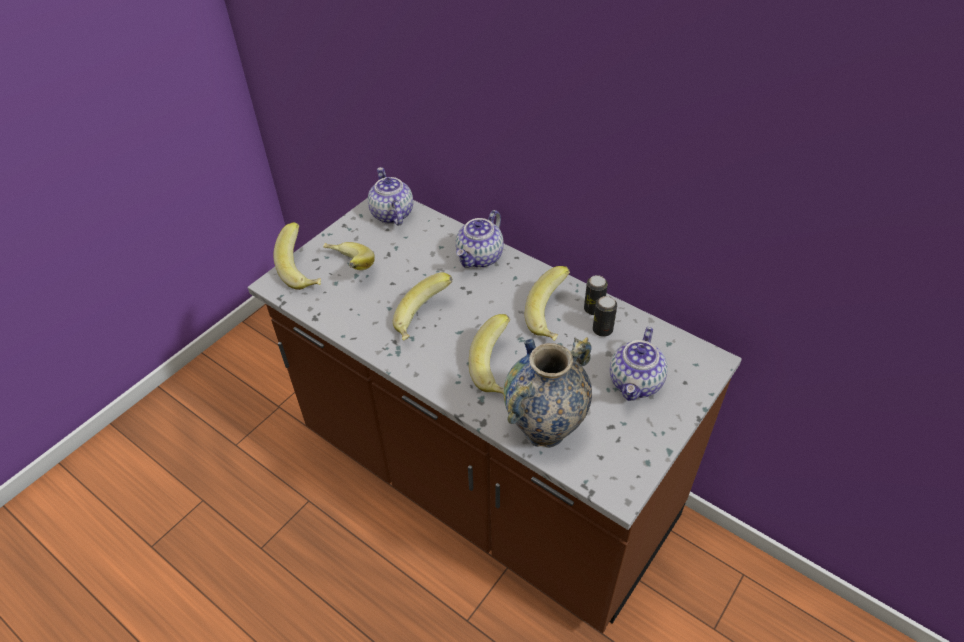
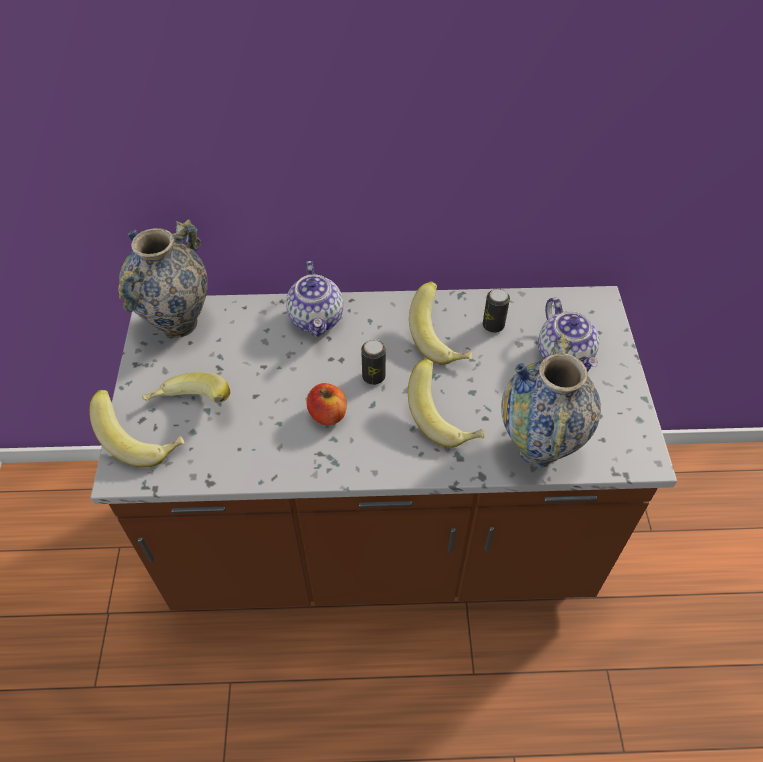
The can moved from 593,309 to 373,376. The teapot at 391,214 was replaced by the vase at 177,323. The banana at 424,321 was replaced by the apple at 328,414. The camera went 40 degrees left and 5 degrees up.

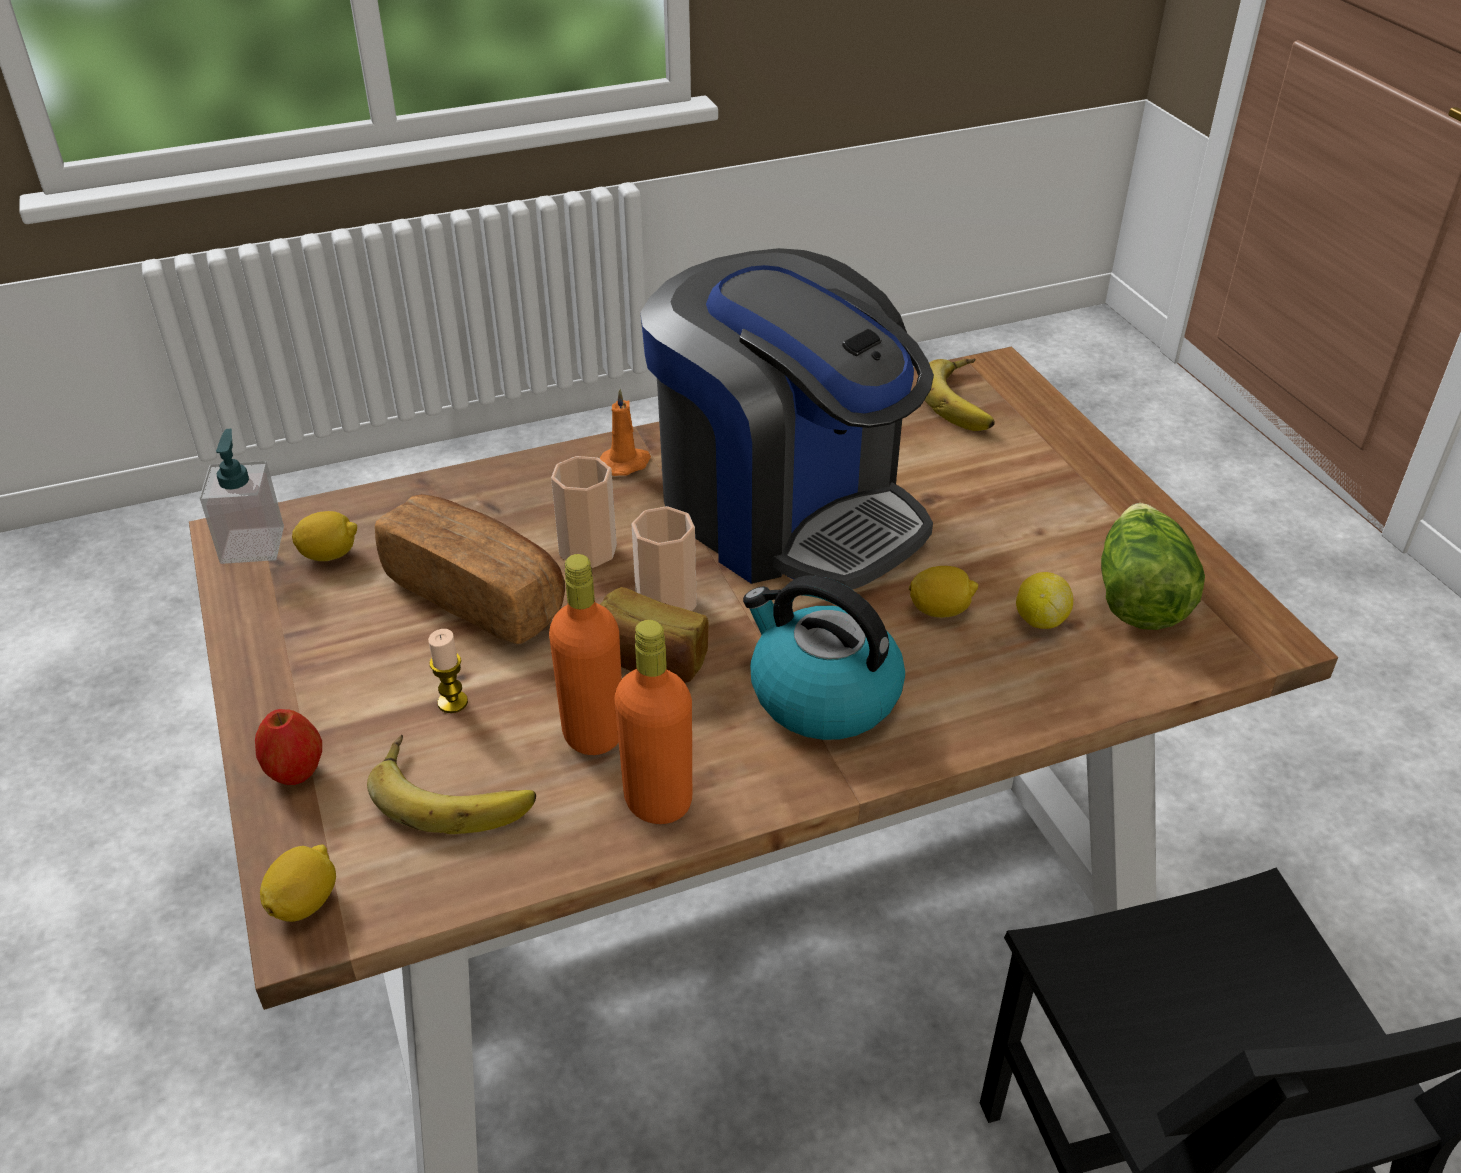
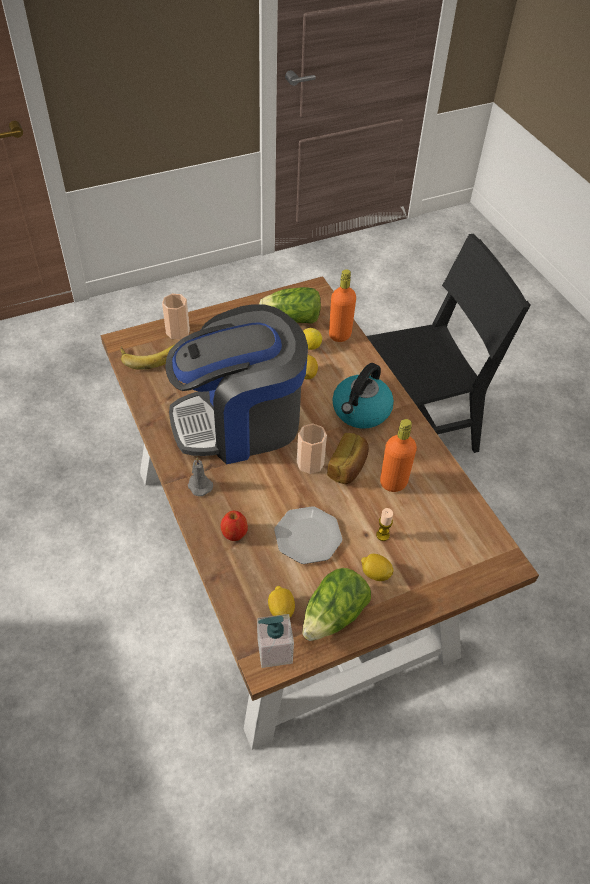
The banana at 455,791 disappeared. The lettuce at 334,615 appeared. The apple moved from 295,771 to 234,534. The lemon moved from 305,902 to 375,573. The cup moved from 588,550 to 177,331. The orange bottle moved from 658,801 to 340,335. The bread at 478,594 was replaced by the plate at 308,536. The orange candle at 626,463 became the grey candle at 199,485. The coffee machine at 785,511 turned 150 degrees counterclockwise. The camera went 95 degrees left and 10 degrees up.

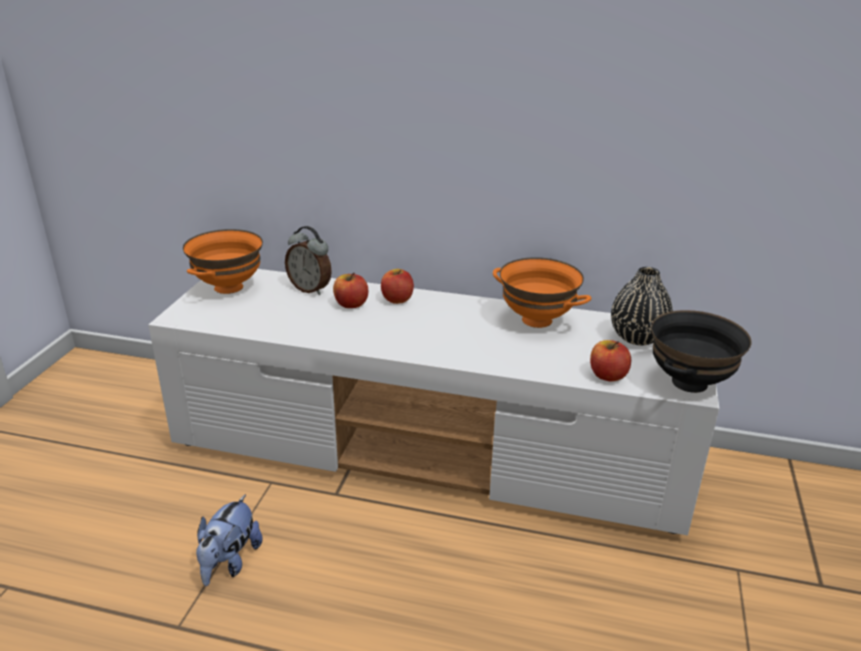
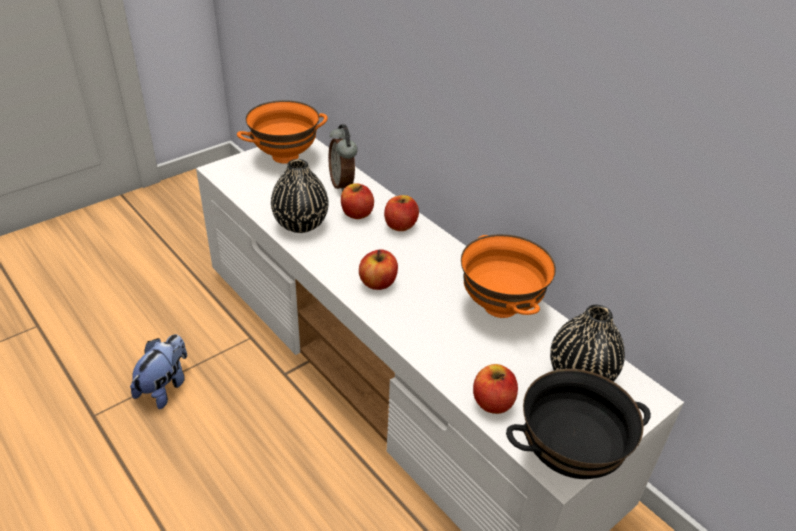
The black vase at 301,224 appeared. The apple at 378,283 appeared. The plush toy at 230,562 turned 150 degrees clockwise. The camera went 35 degrees right and 10 degrees up.

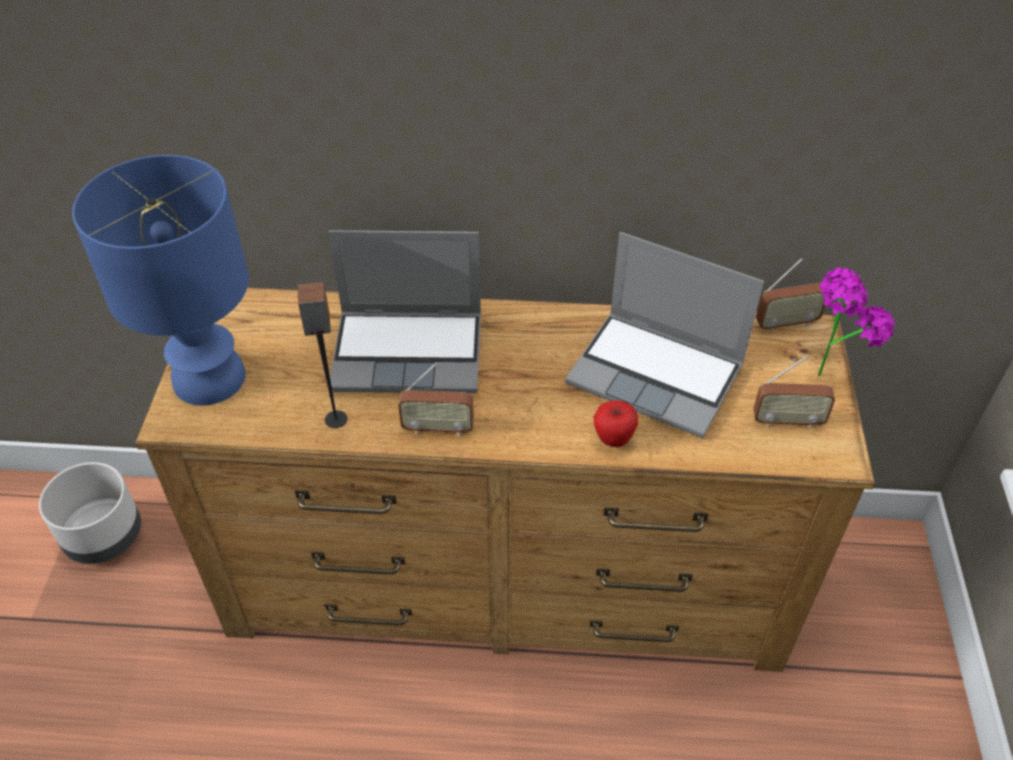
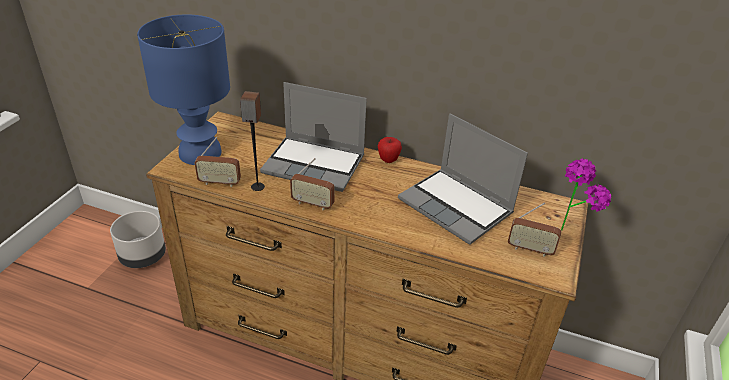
The apple moved from 613,439 to 388,160. The radio moved from 786,323 to 219,182. The camera went 15 degrees right and 10 degrees down.

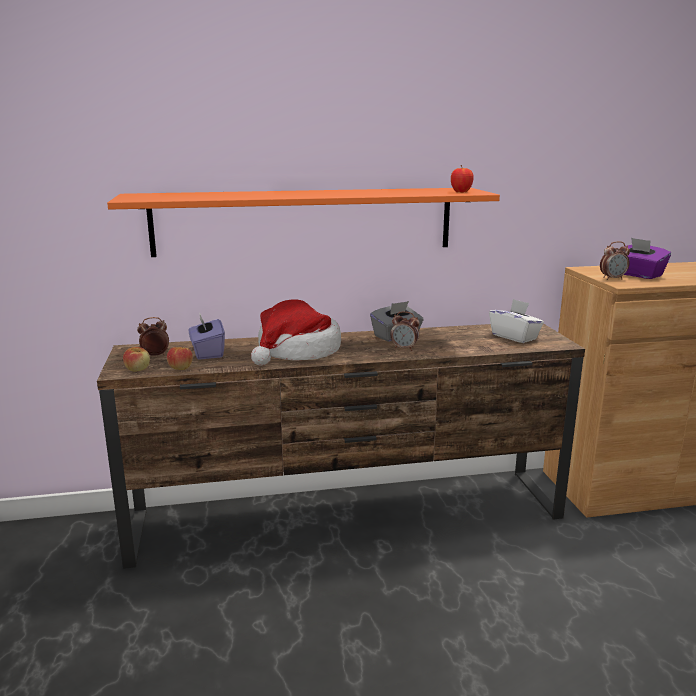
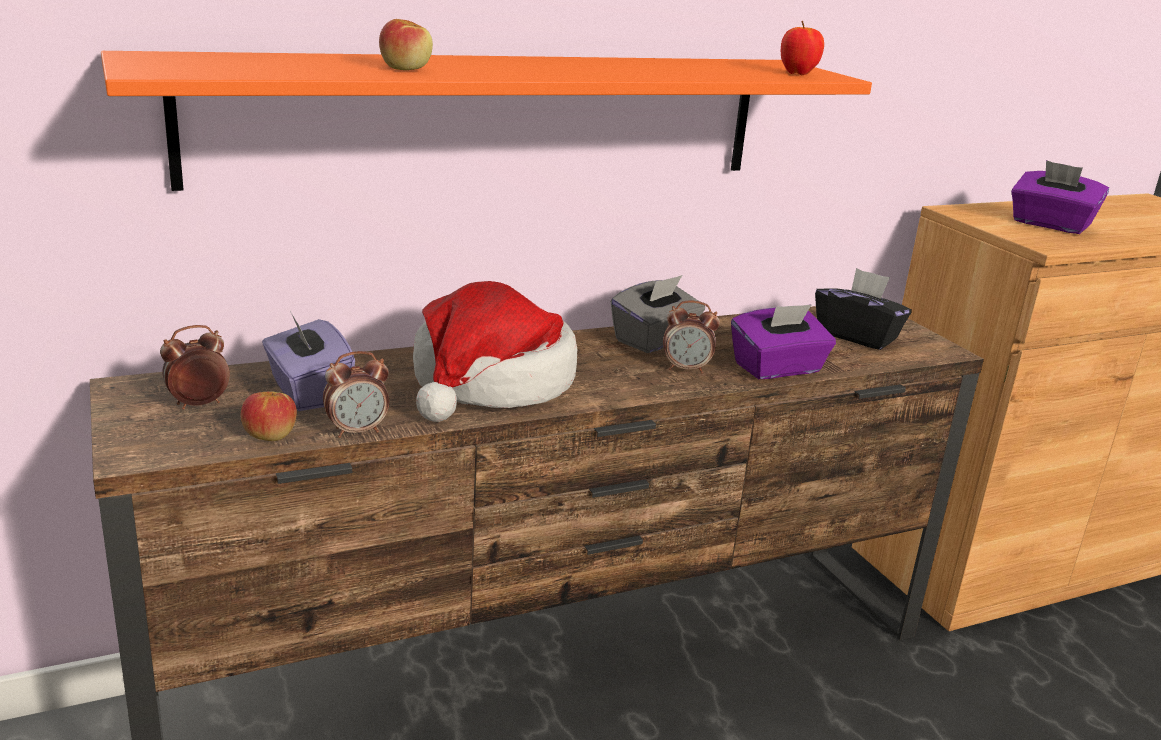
The purple tissue box at 778,369 appeared. The apple moved from 138,369 to 406,68. The alarm clock moved from 612,279 to 357,431. The white tissue box at 514,337 became the black tissue box at 857,336. The camera went 15 degrees left and 5 degrees up.

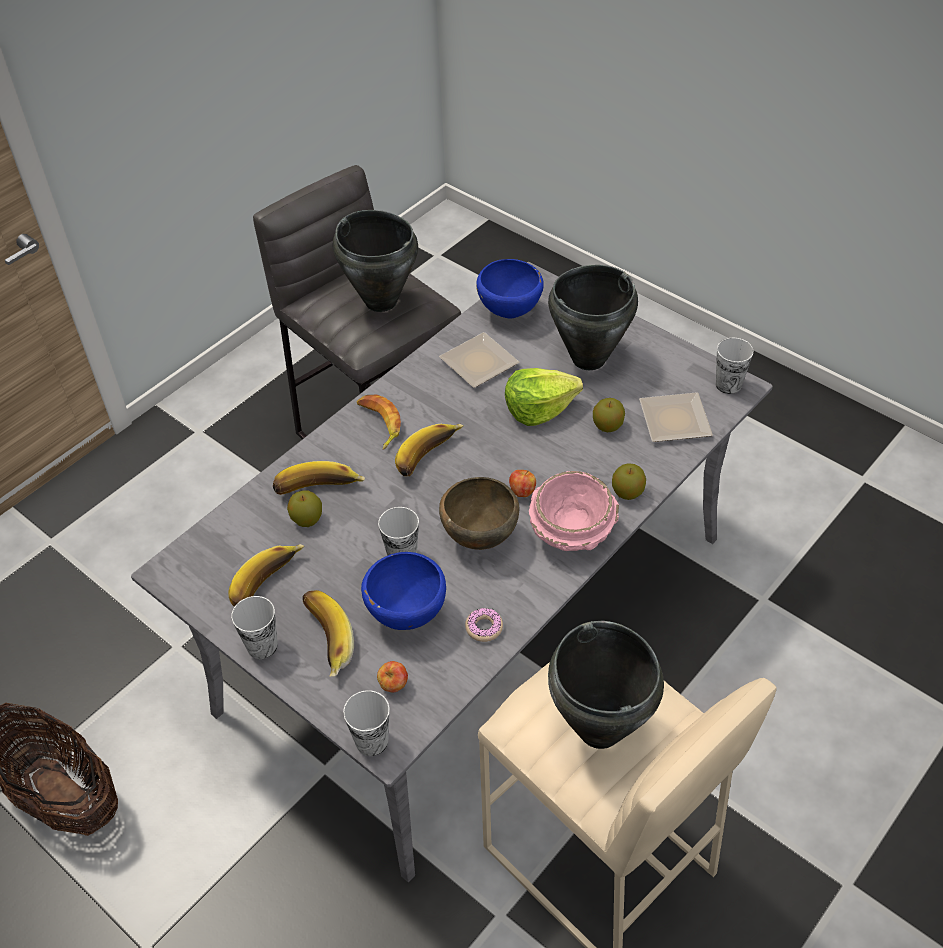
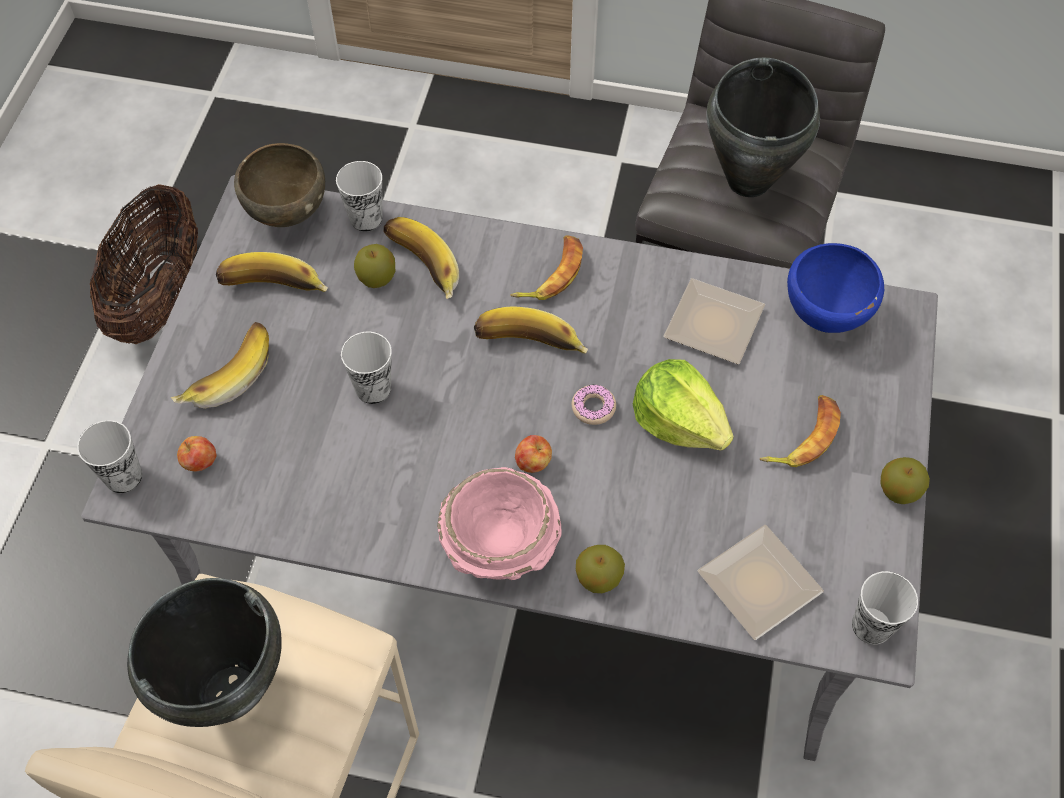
The blue bowl at 406,615 disappeared. The cup moved from 262,646 to 366,218. The brown bowl moved from 479,538 to 287,214. The donut moved from 484,628 to 593,408. The apple moved from 607,426 to 898,491. The black cooking pot at 588,358 was replaced by the banana at 803,437. The camera went 60 degrees right and 10 degrees up.

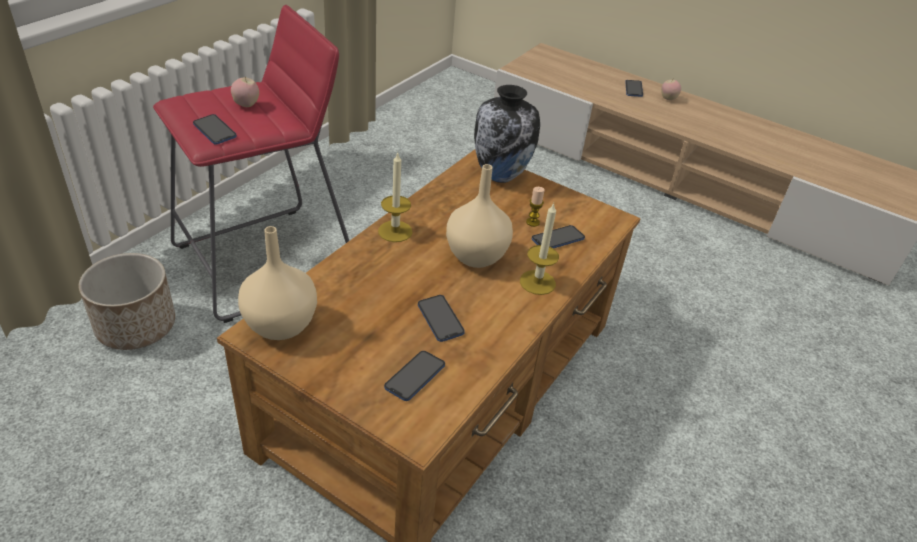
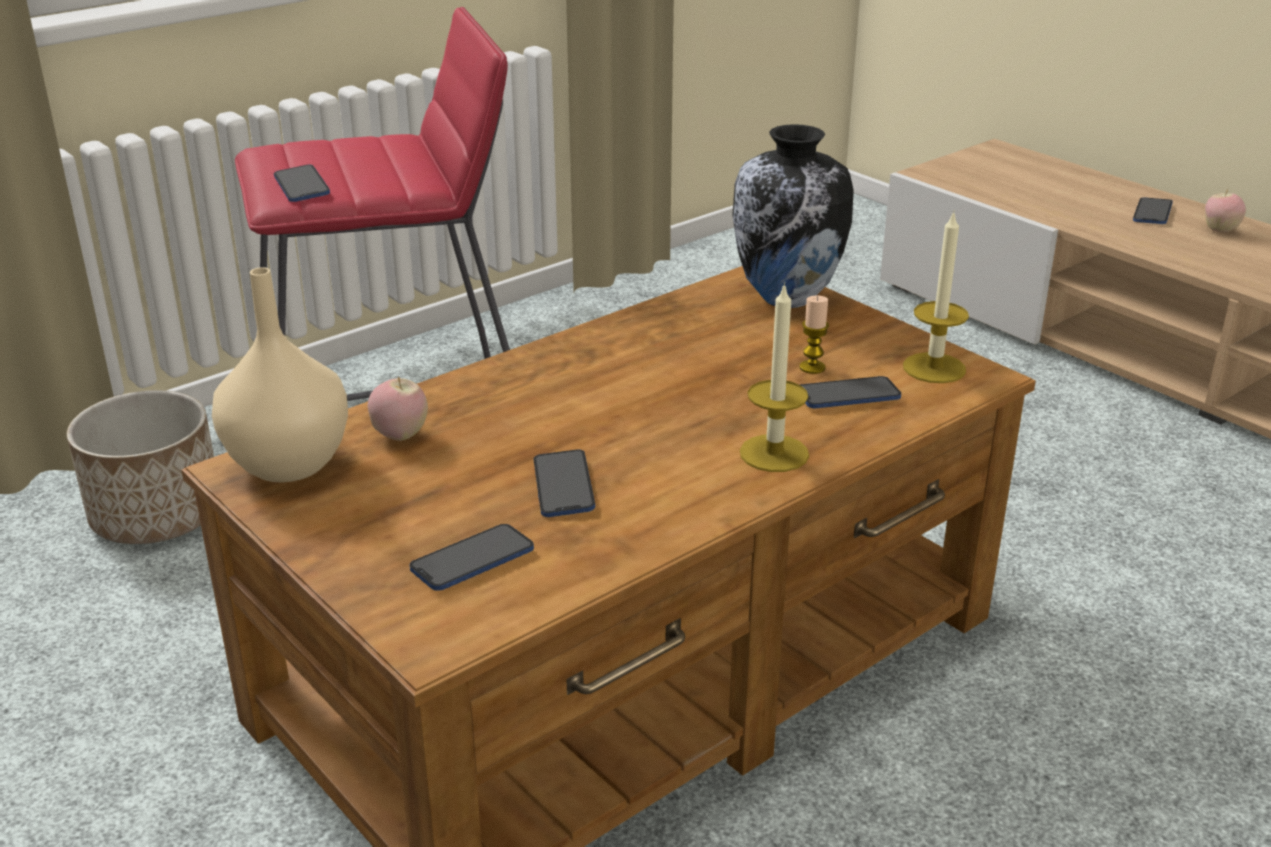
The beige vase at 476,255 disappeared. The apple moved from 246,105 to 400,435. The candle moved from 395,231 to 934,368. The camera went 20 degrees right and 10 degrees down.

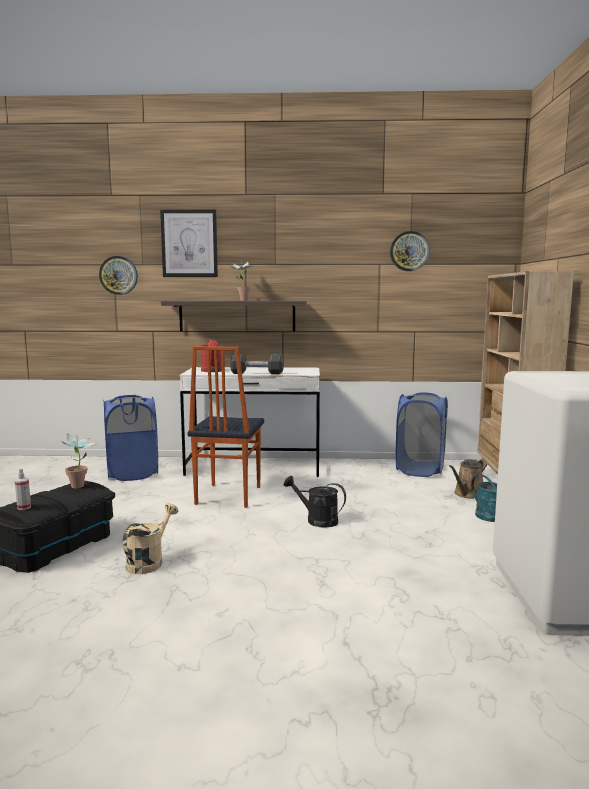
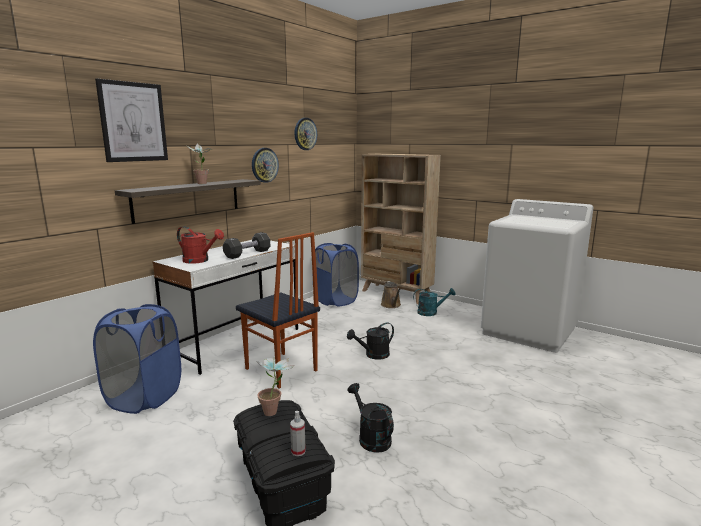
The wall clock moved from 118,275 to 264,165. The beige watering can at 149,561 became the black watering can at 371,437. The camera went 55 degrees left and 5 degrees up.

